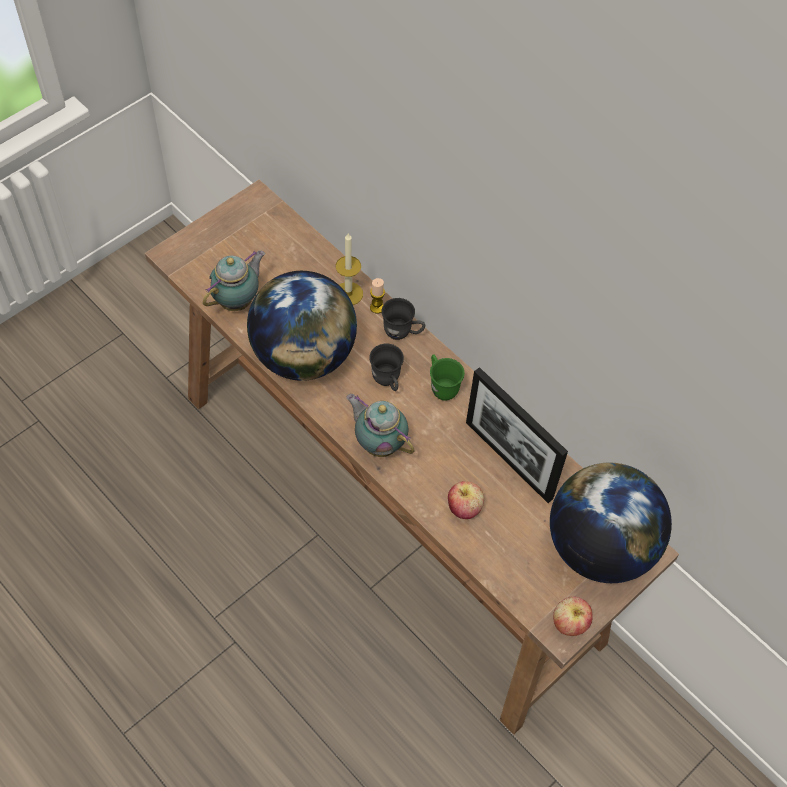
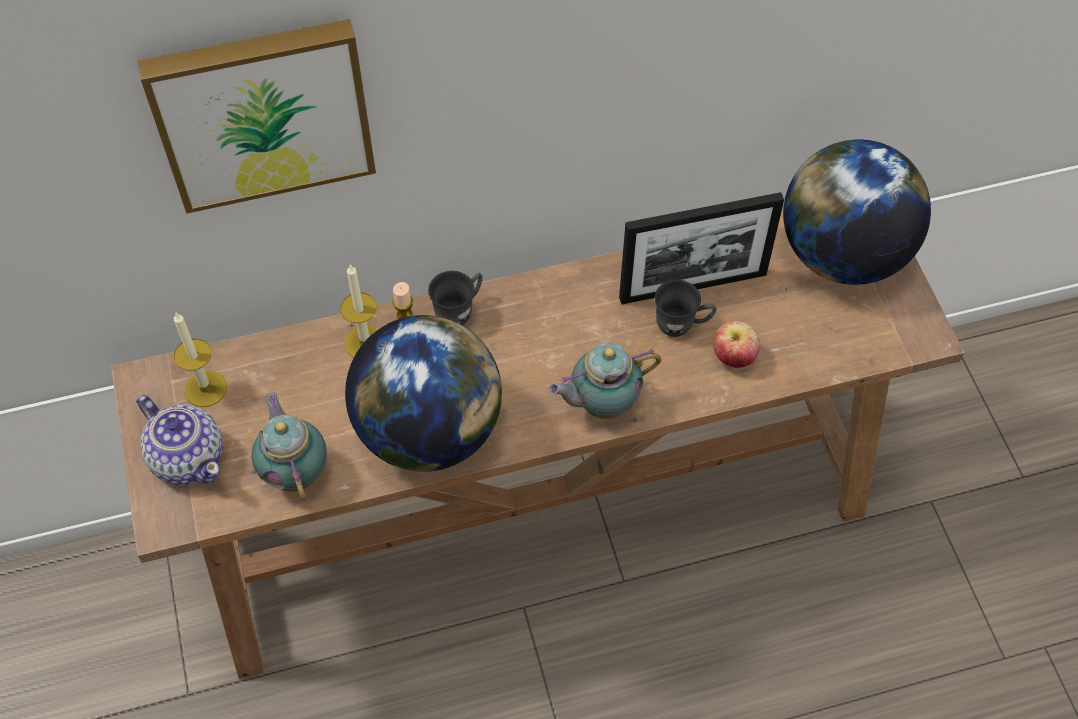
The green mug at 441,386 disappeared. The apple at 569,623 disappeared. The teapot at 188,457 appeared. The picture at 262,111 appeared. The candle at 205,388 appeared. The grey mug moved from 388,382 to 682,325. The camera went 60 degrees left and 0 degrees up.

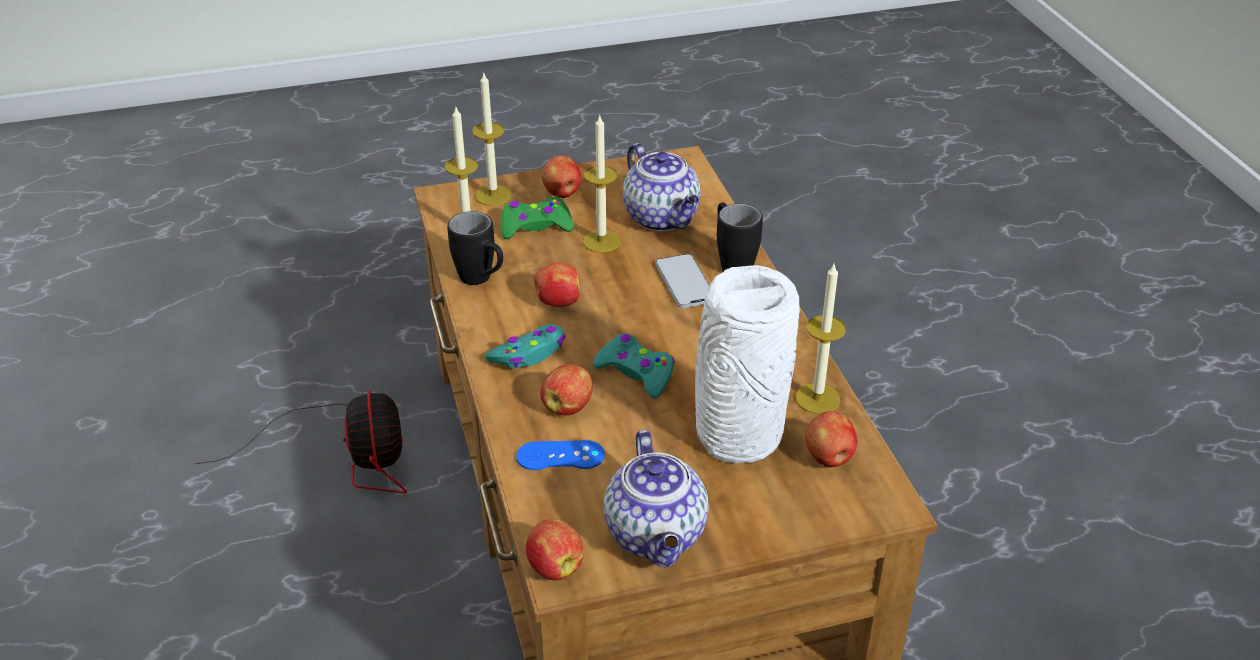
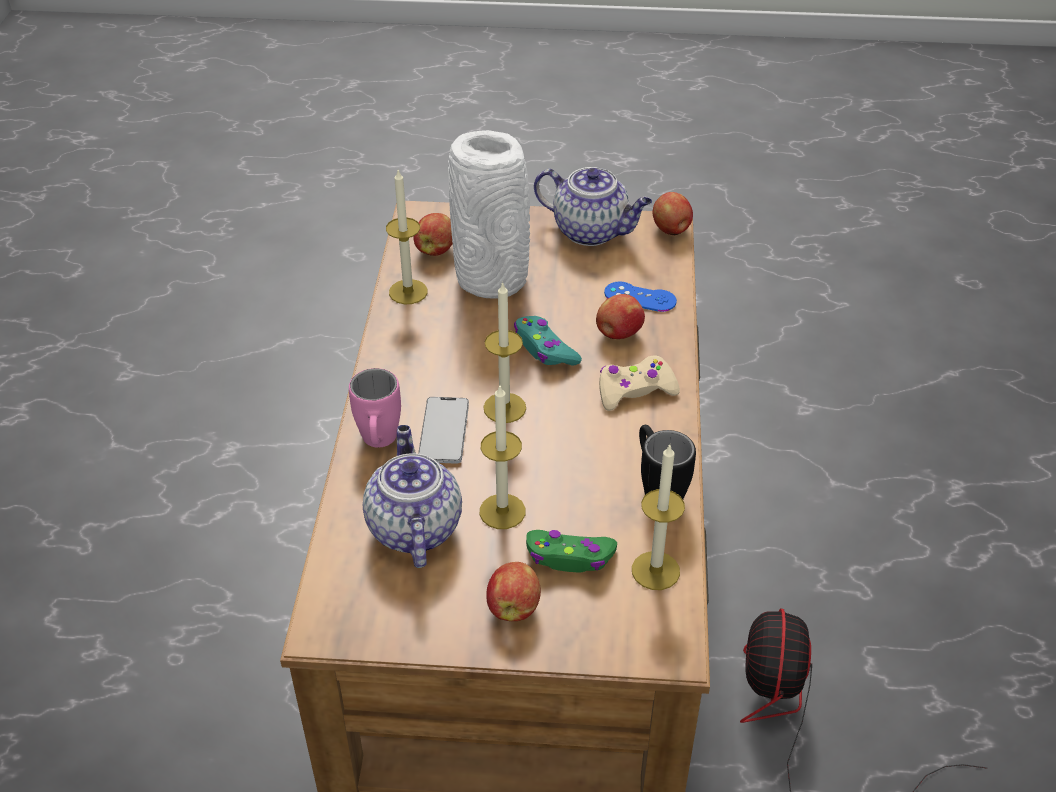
The apple at 557,302 disappeared. The candle moved from 493,195 to 504,408. The turquoise game controller at 529,354 became the beige game controller at 635,390. The black mug at 732,262 became the pink mug at 379,444. The teapot at 657,536 turned 105 degrees clockwise. The camera went 160 degrees left and 5 degrees up.

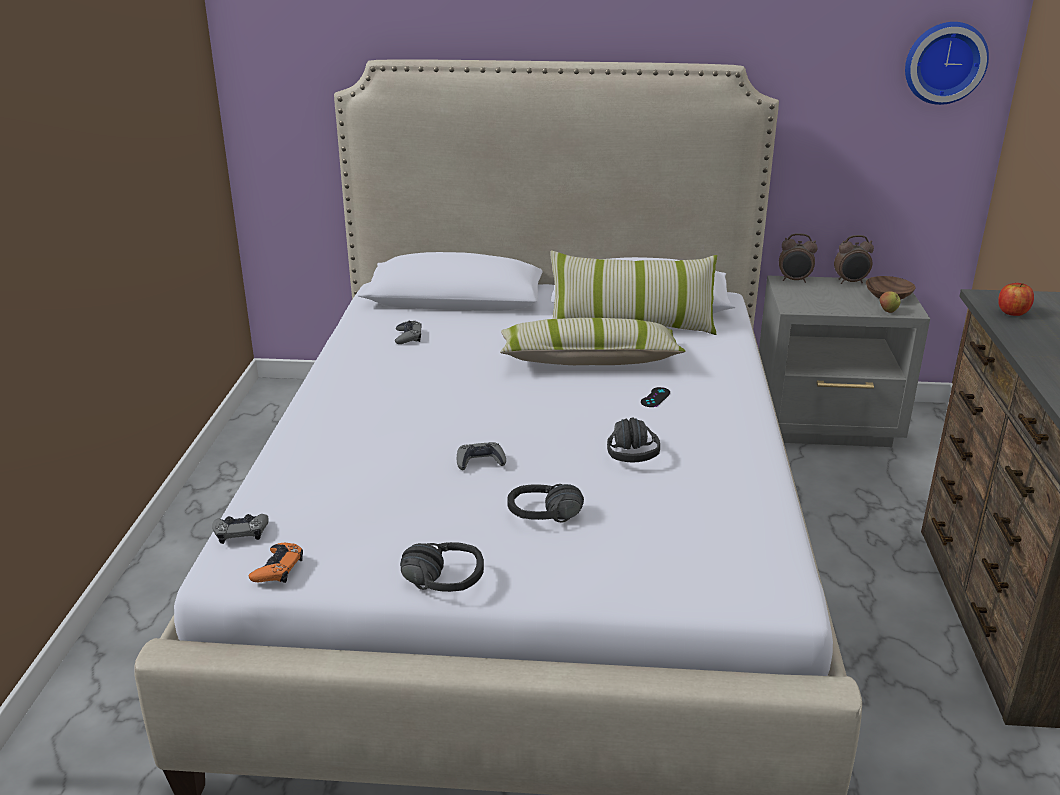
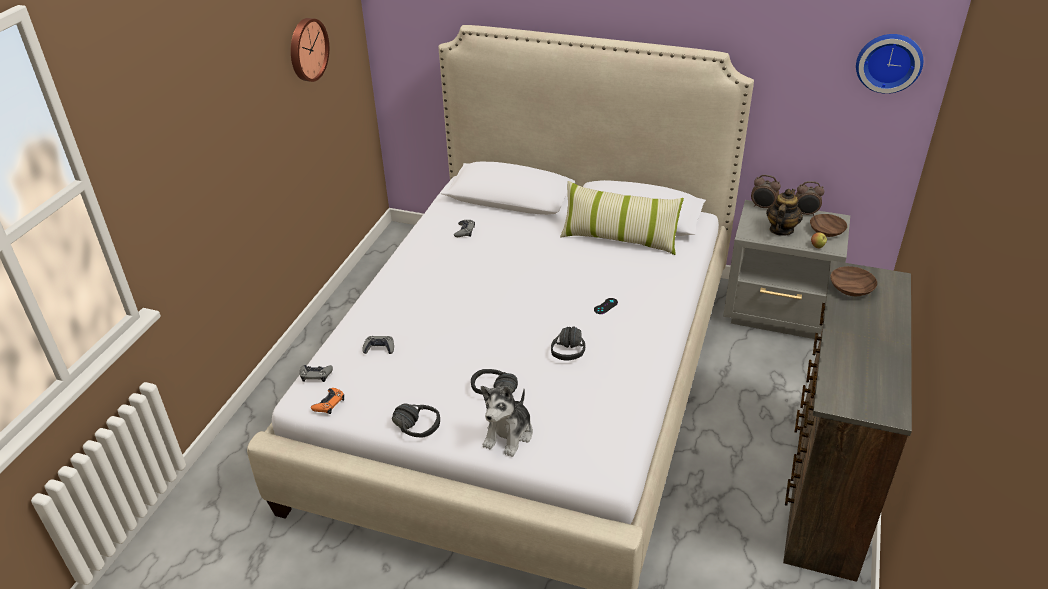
The pillow at 589,360 disappeared. The wall clock at 307,49 appeared. The plush toy at 509,434 appeared. The teapot at 781,230 appeared. The grey game controller moved from 480,461 to 379,348. The apple at 1012,312 was replaced by the brown bowl at 852,288. The camera went 15 degrees right and 10 degrees up.

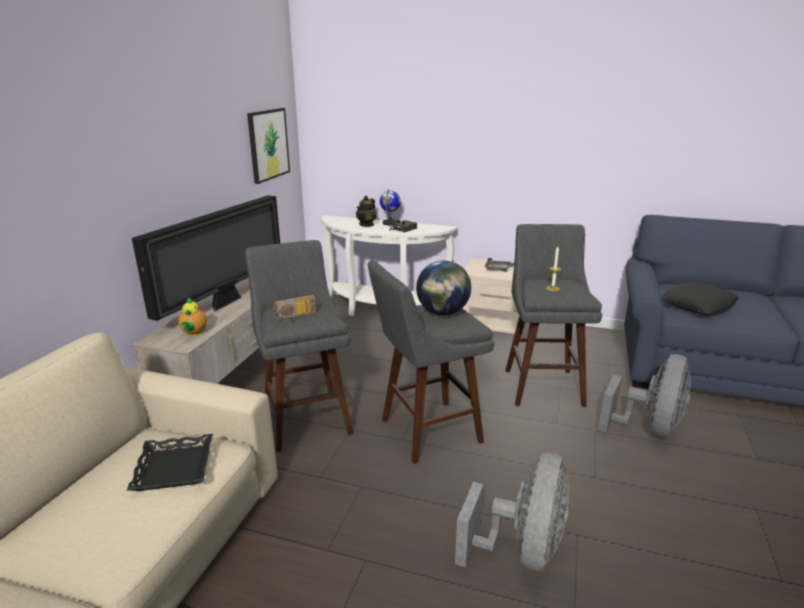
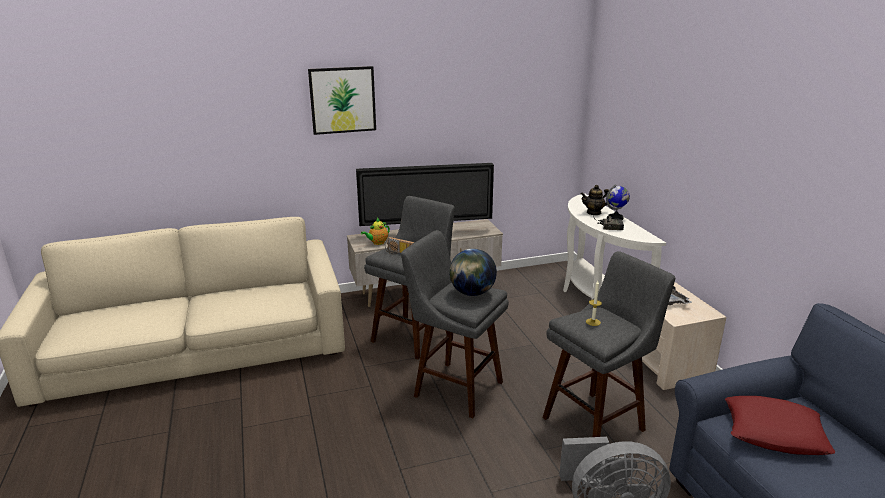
The black tray at 175,468 disappeared. The grey fan at 522,550 disappeared. The picture moved from 268,144 to 342,100. The black pillow at 698,305 became the red pillow at 773,432. The camera went 55 degrees right and 0 degrees up.

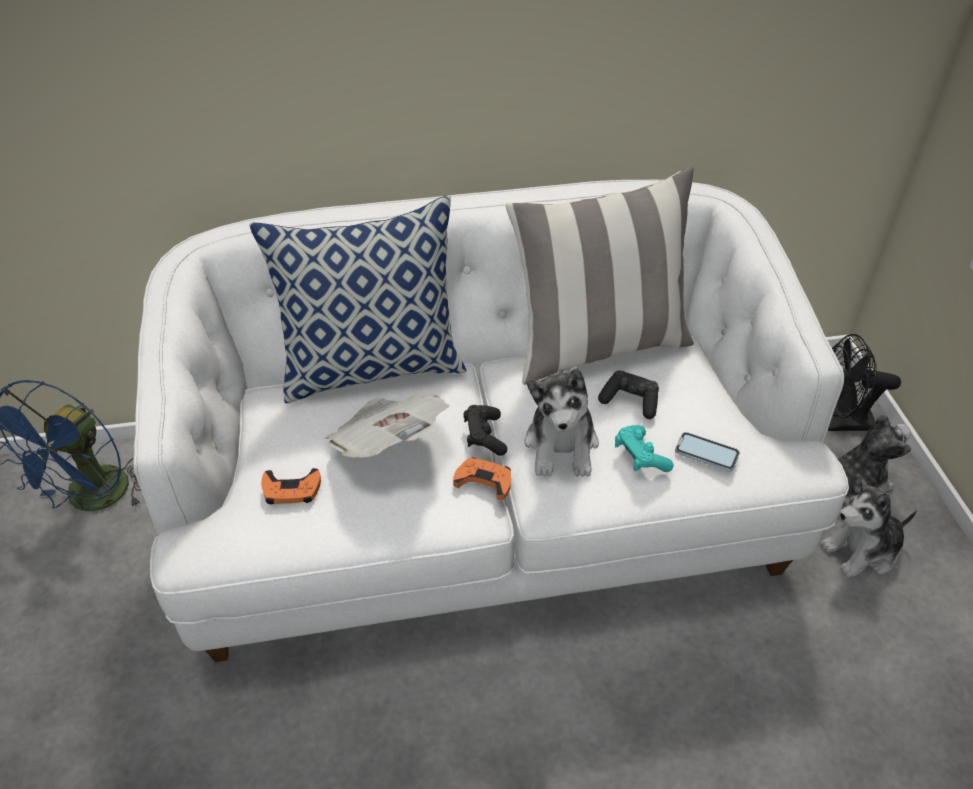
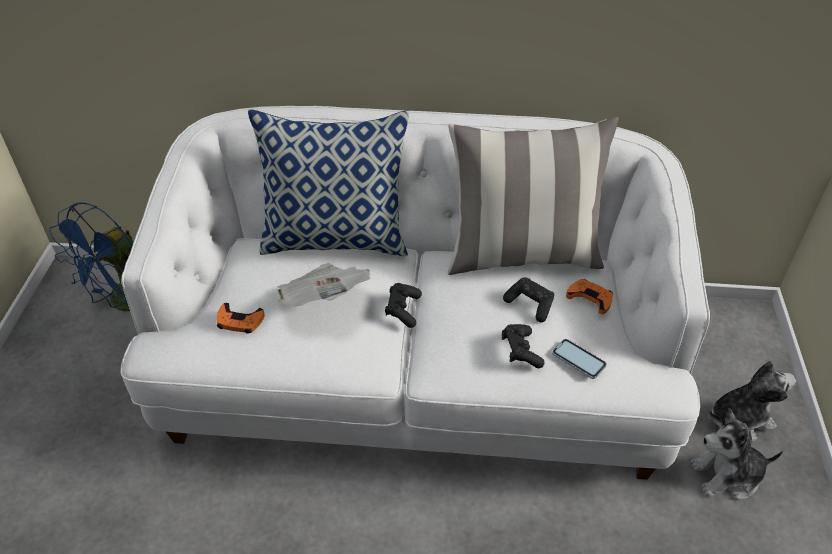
The plush toy at 562,445 disappeared. The black fan at 839,422 disappeared. The orange game controller moved from 484,481 to 590,298. The turquoise game controller at 640,457 became the black game controller at 520,351. The camera went 15 degrees right and 0 degrees up.

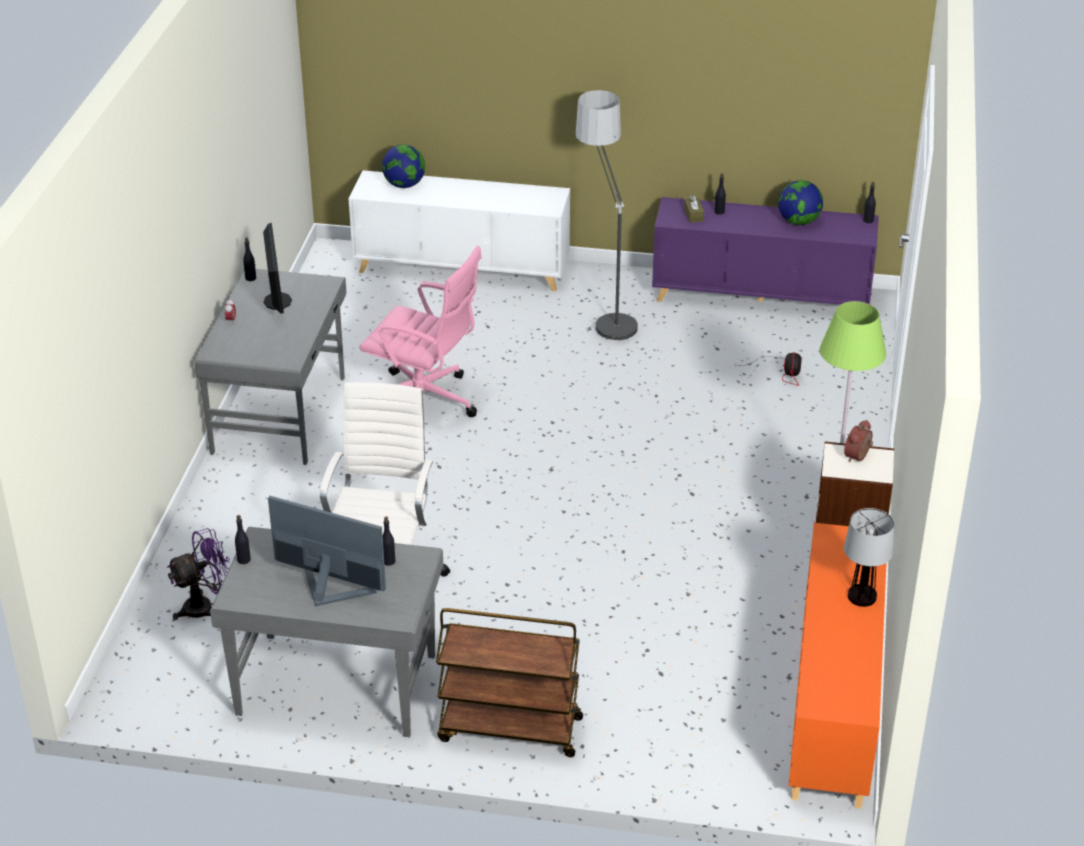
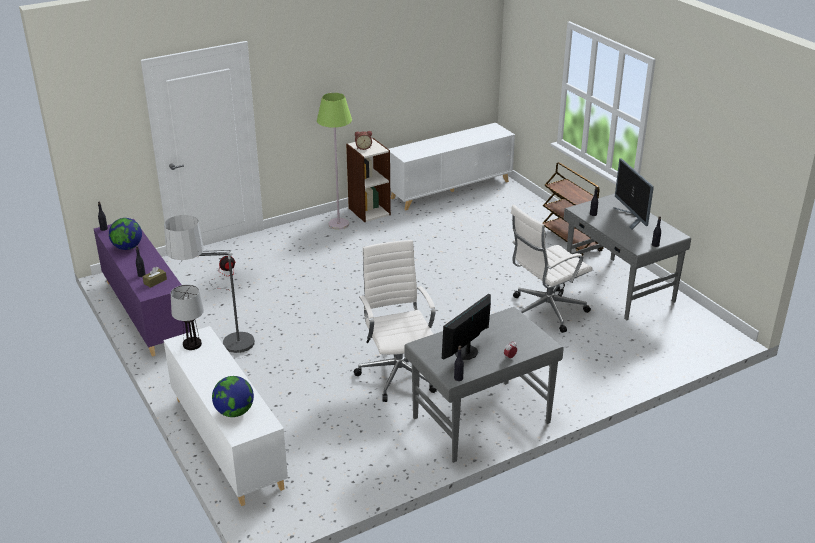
The purple fan at 206,606 disappeared. The table lamp moved from 862,596 to 192,344. The pink office chair at 424,403 became the white office chair at 398,373. The orange cabinet at 833,704 became the white cabinet at 450,189. The camera went 130 degrees left and 5 degrees down.

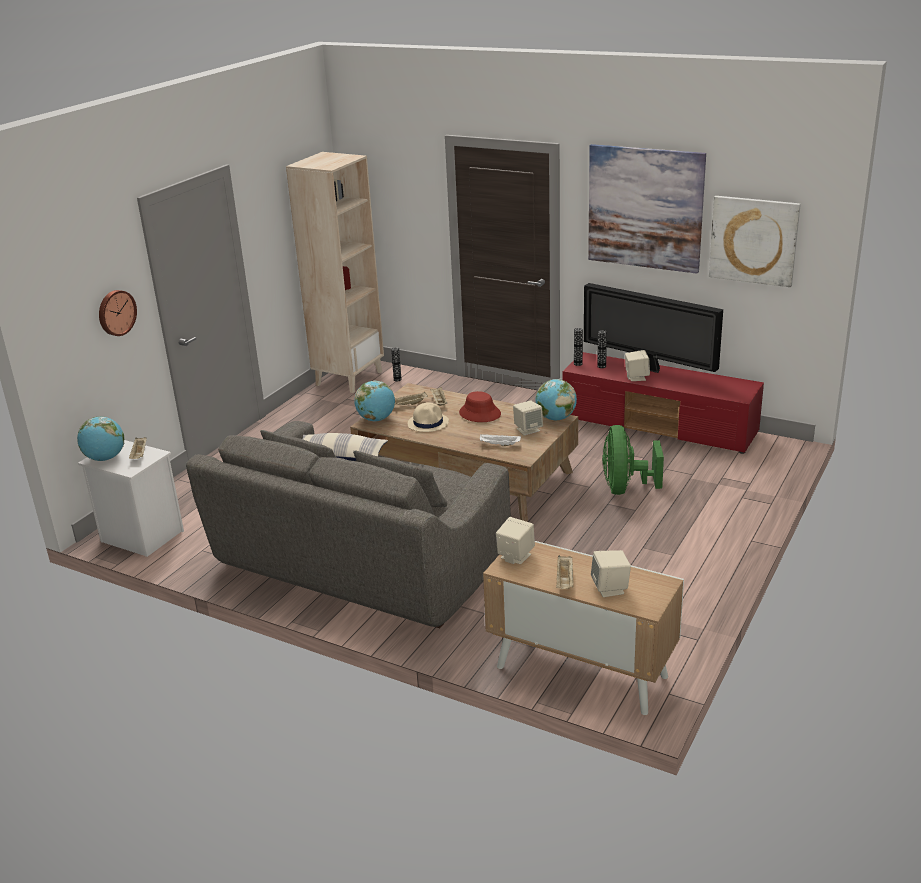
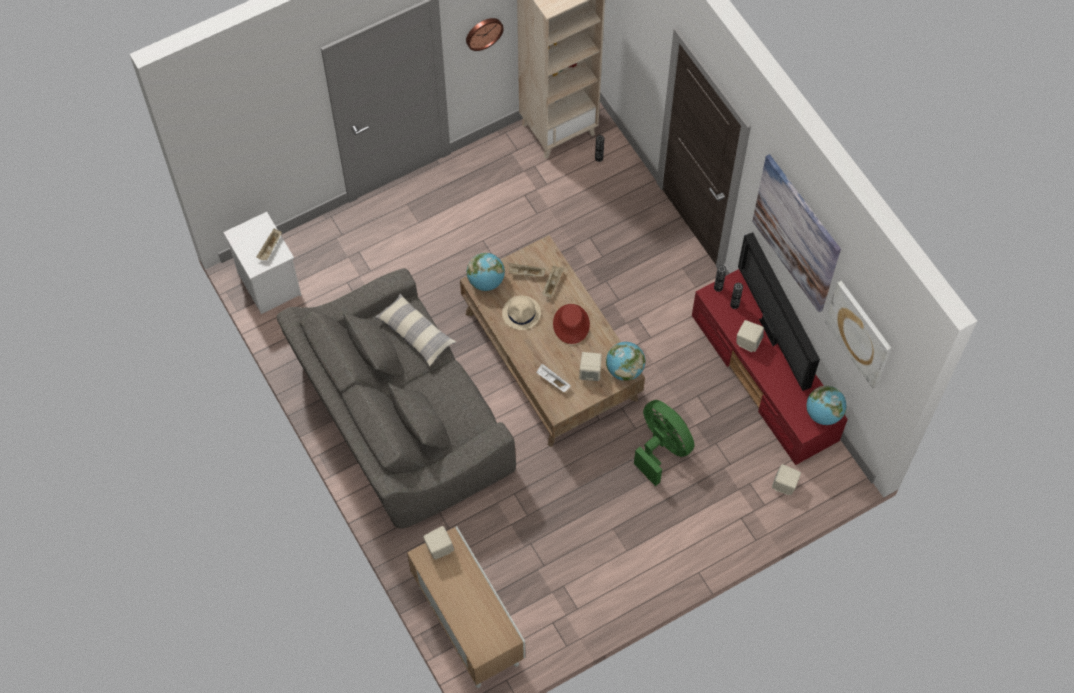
The beige tray at 565,580 disappeared. The globe moved from 105,458 to 823,414. The wall clock moved from 116,312 to 483,32. The beige speaker moved from 610,588 to 784,485. The green fan at 625,488 turned 105 degrees clockwise. The camera went 30 degrees right and 35 degrees up.

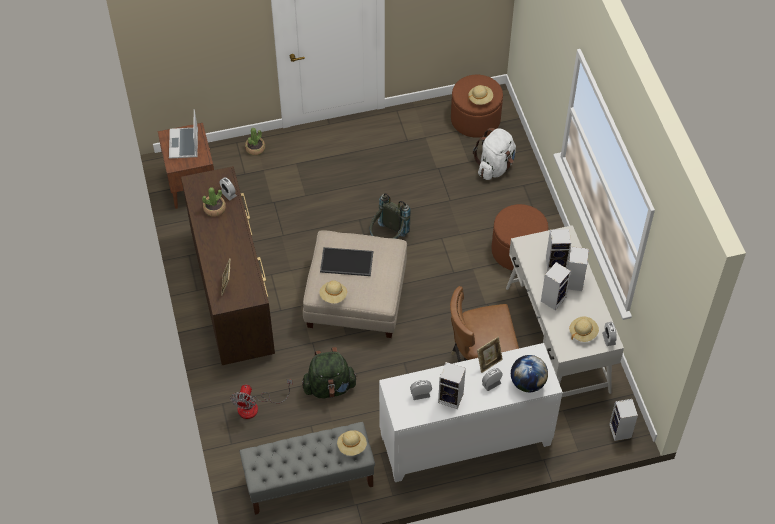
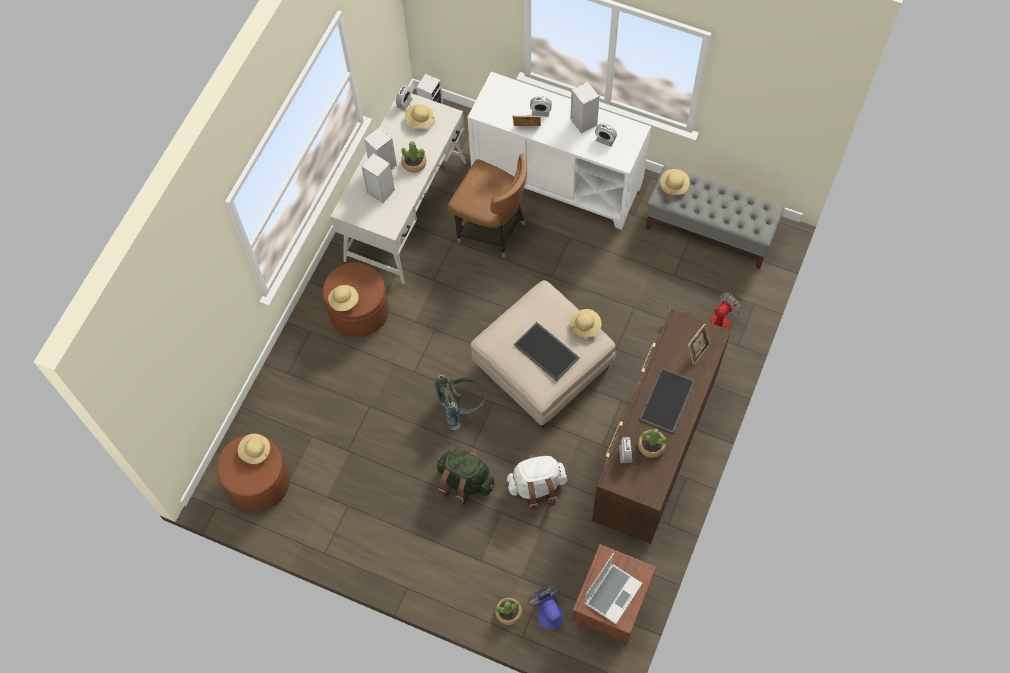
The globe at 527,383 disappeared. The beige hat at 344,301 appeared. The fan at 548,611 appeared. The tray at 668,401 appeared. The green backpack moved from 329,387 to 465,481. The white backpack moved from 495,166 to 536,486. The speaker at 553,298 was replaced by the potted plant at 414,163. The camera went 140 degrees left and 10 degrees up.

